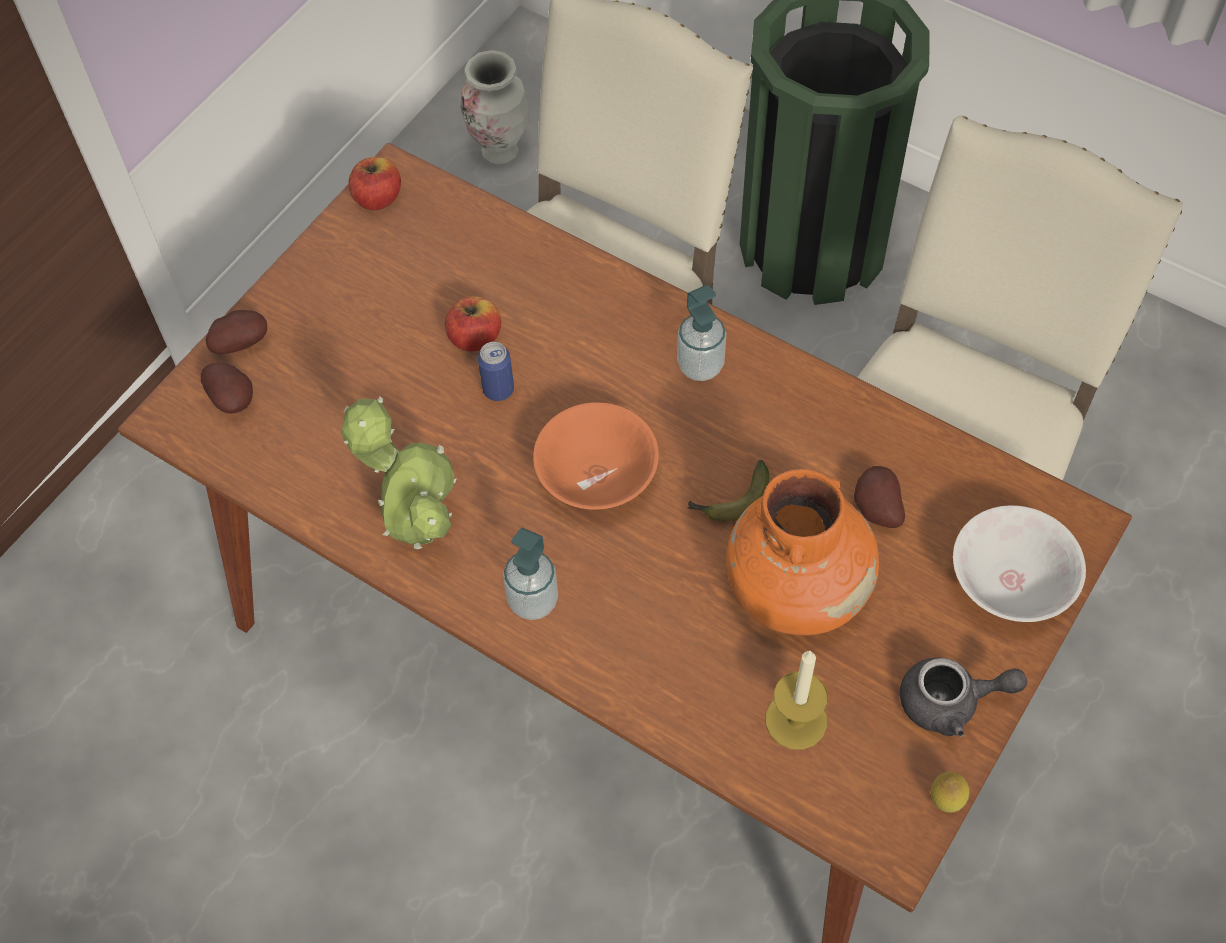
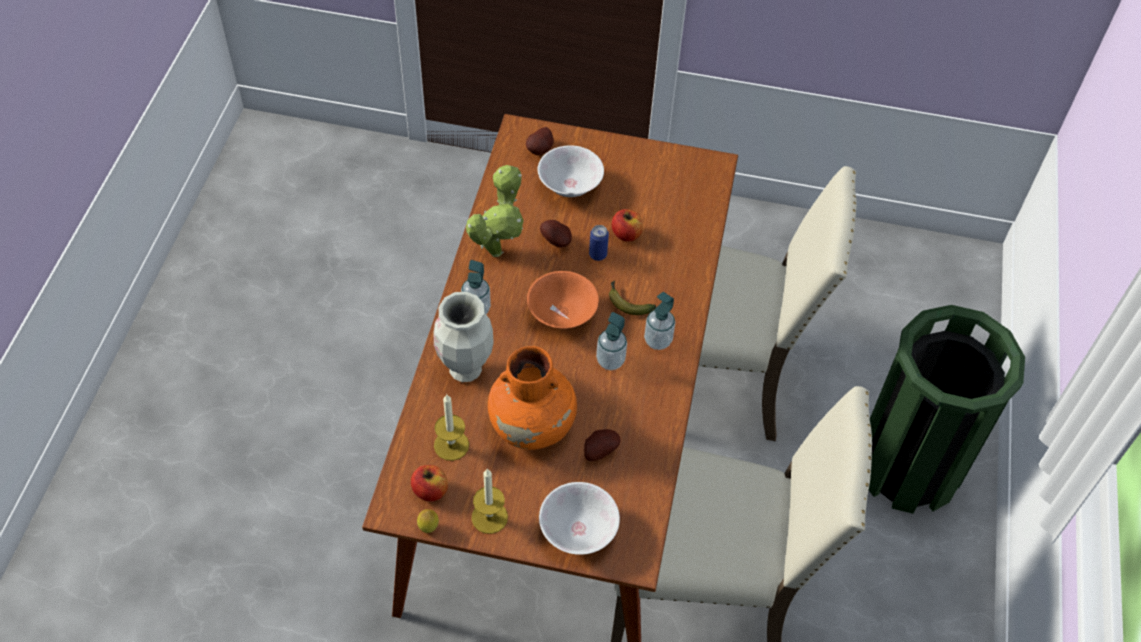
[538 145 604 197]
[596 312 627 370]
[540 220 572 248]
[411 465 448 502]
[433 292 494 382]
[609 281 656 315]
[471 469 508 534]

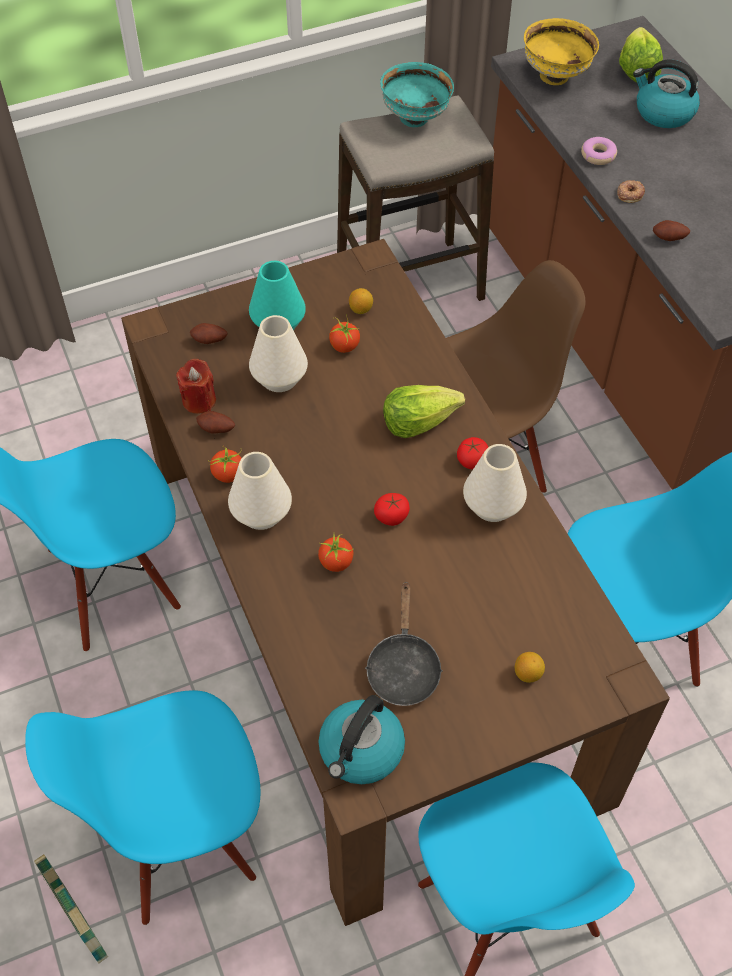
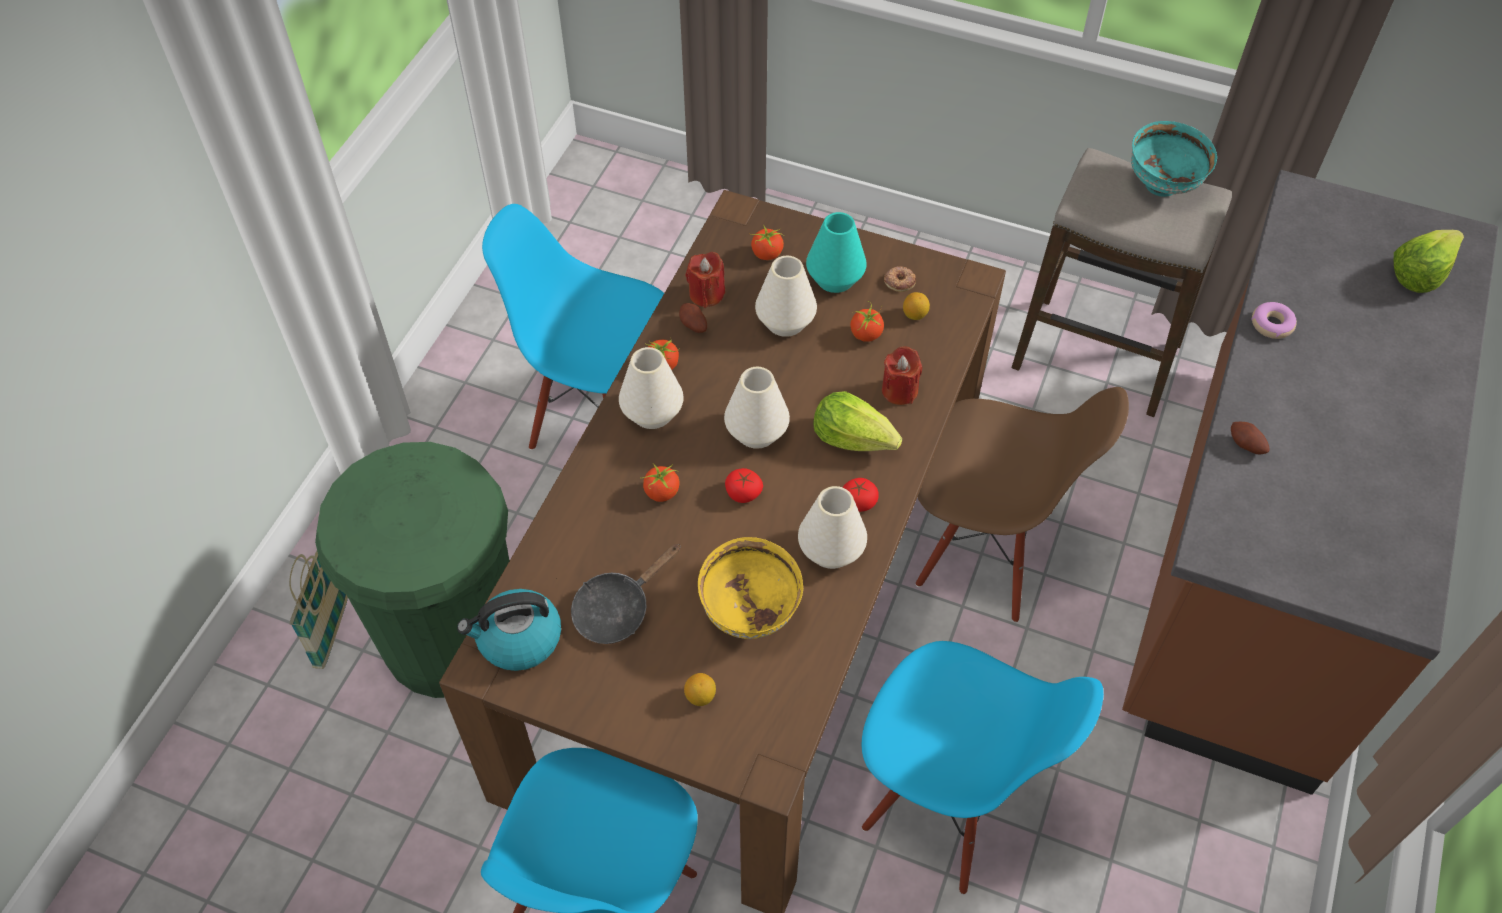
[633 59 700 128] (first image)
[724 367 790 449]
[882 346 922 405]
[698 537 803 639]
[884 266 916 292]
[315 442 509 698]
[749 225 784 260]

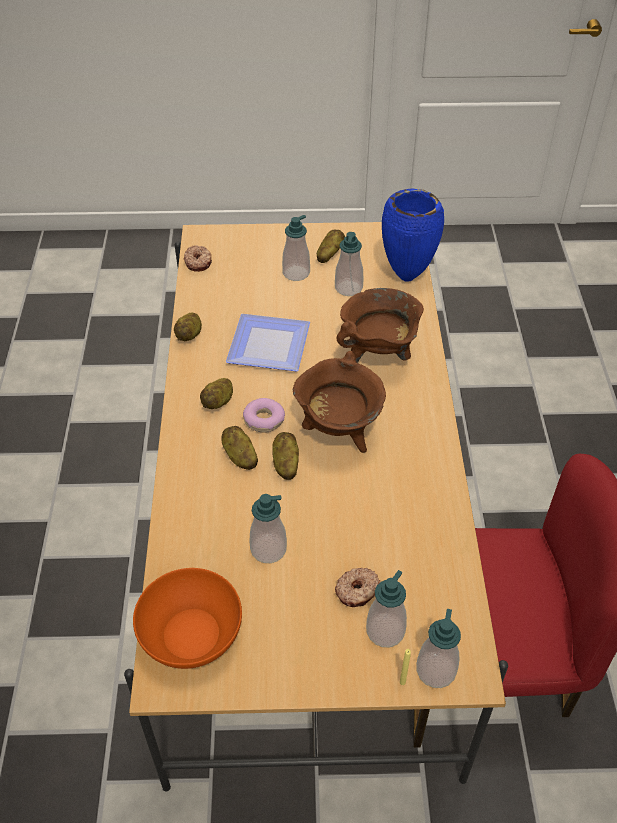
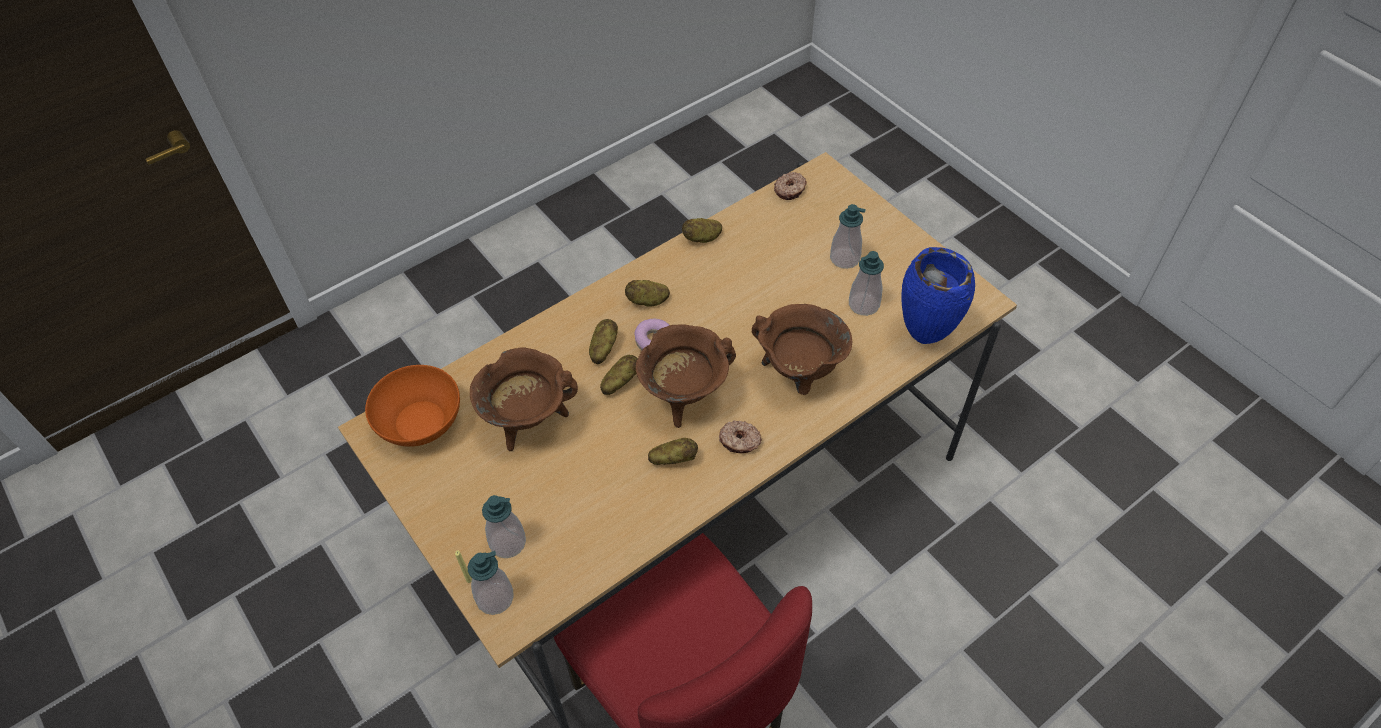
[226 314 310 371] (first image)
[648 438 698 465]
[719 420 762 453]
[470 347 578 451]

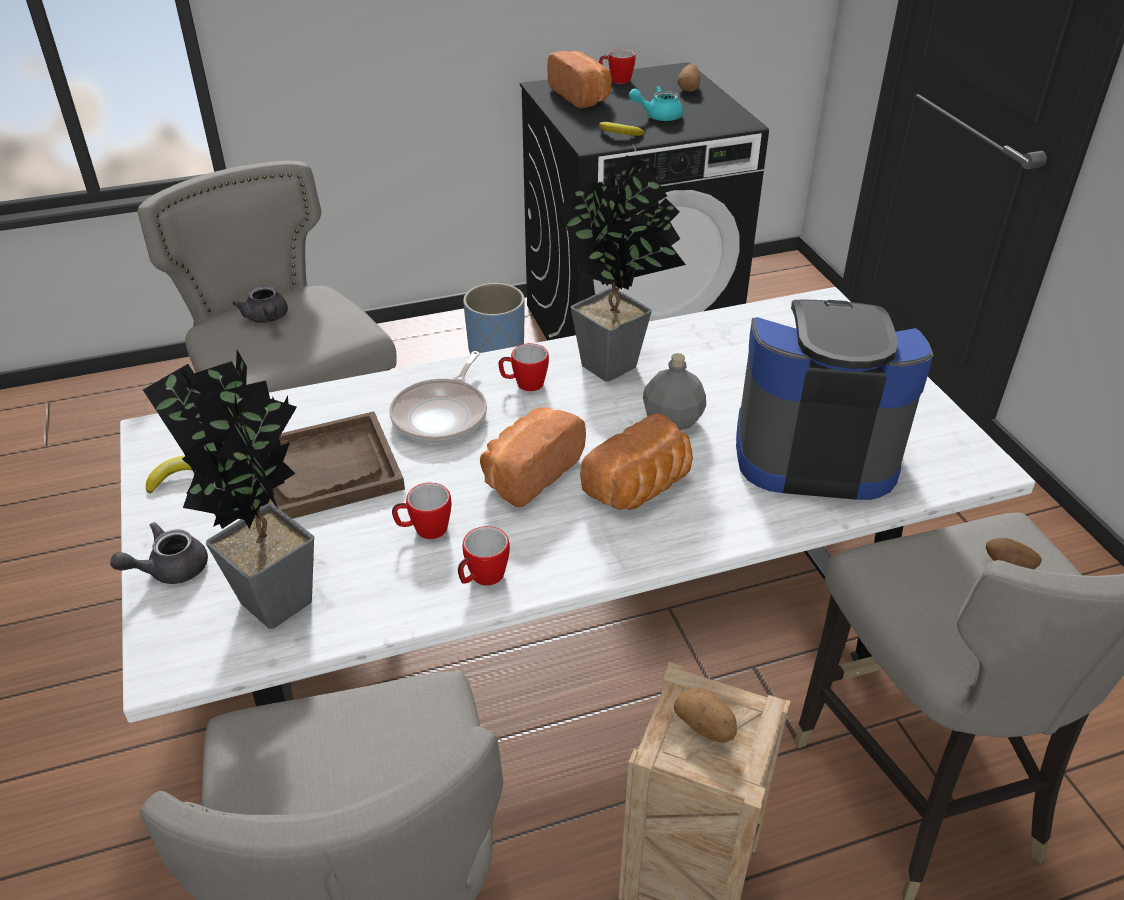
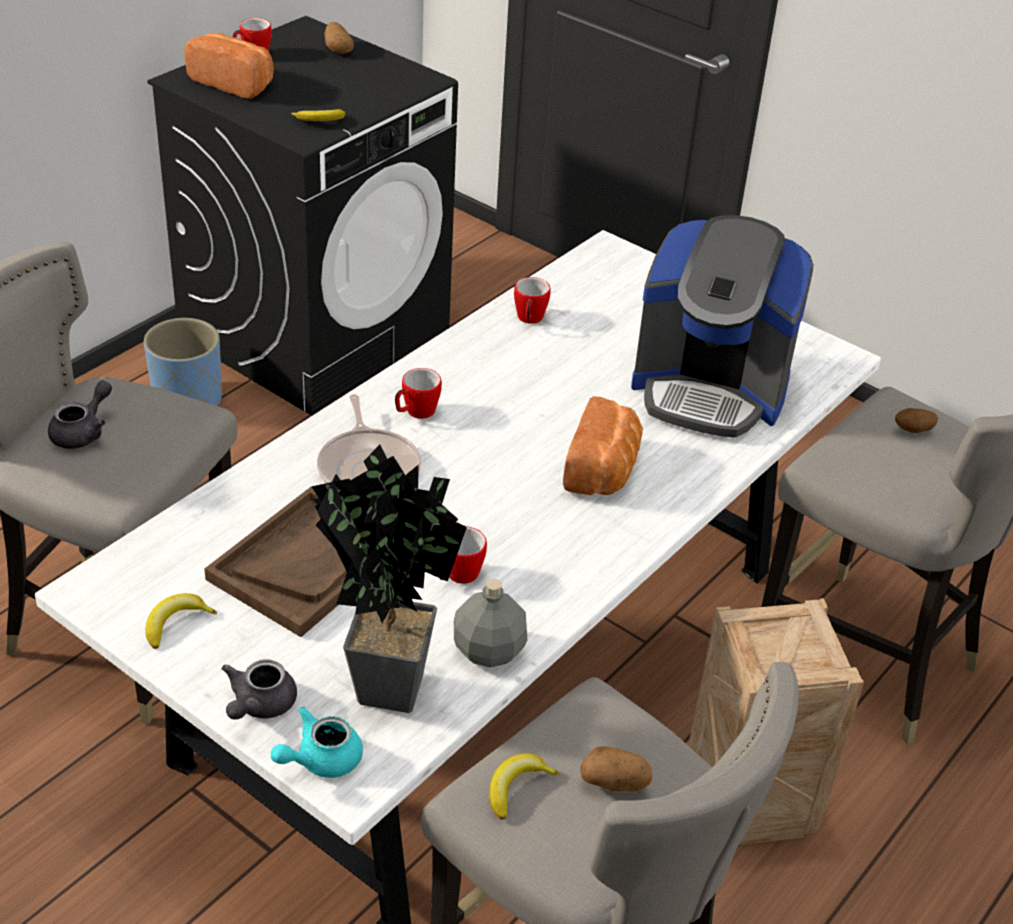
[480 407 586 507] (first image)
[560 155 686 382] (first image)
[489 753 560 820]
[514 277 551 324]
[271 706 363 778]
[454 579 527 667]
[580 746 652 792]
[48 381 112 449]
[631 215 814 438]

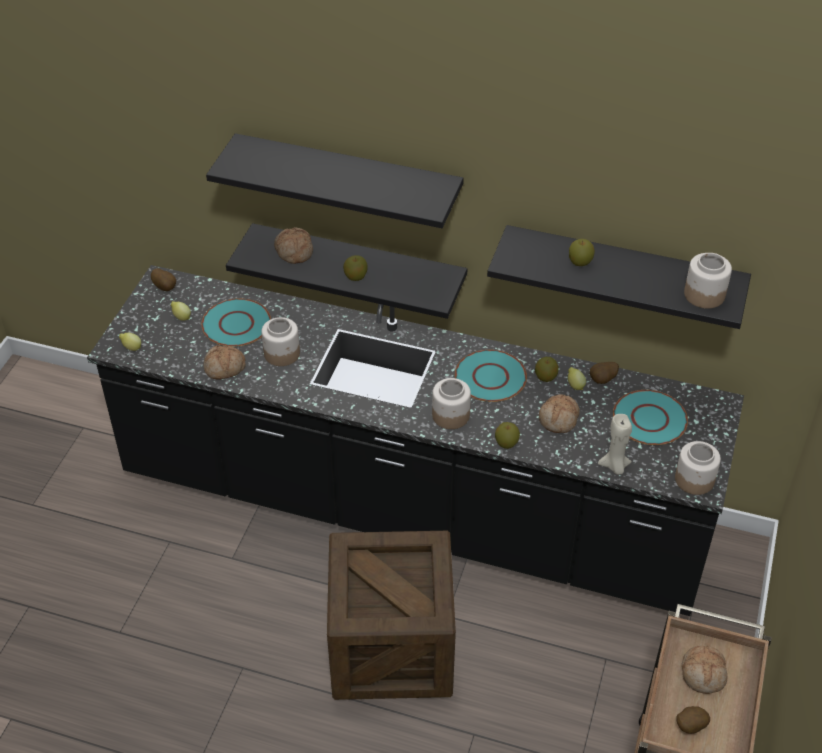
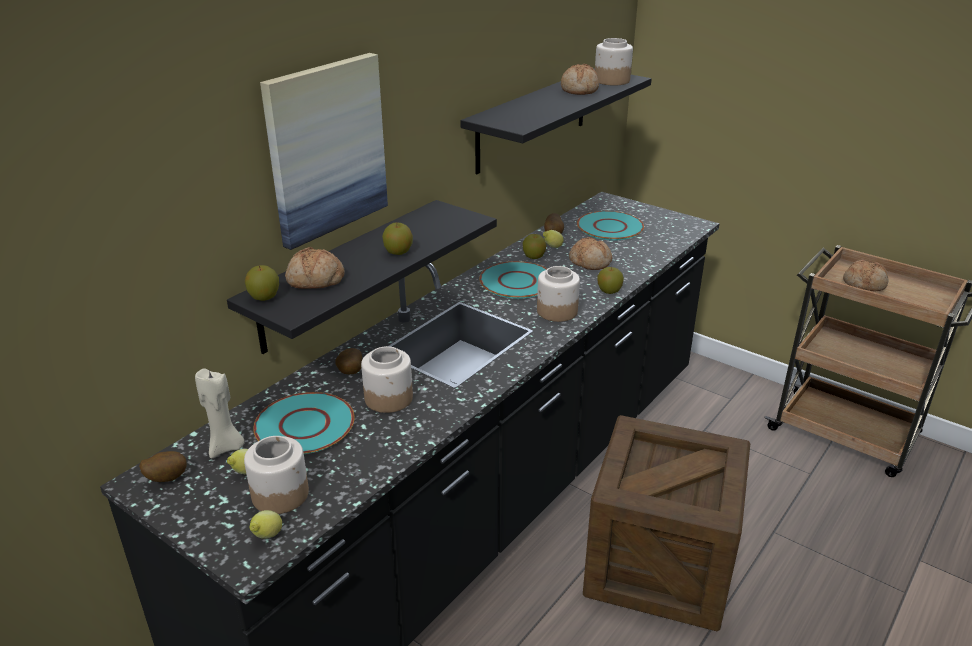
[561 64 599 95]
[245 265 279 301]
[195 368 245 458]
[244 436 309 514]
[336 348 362 374]
[260 53 388 250]

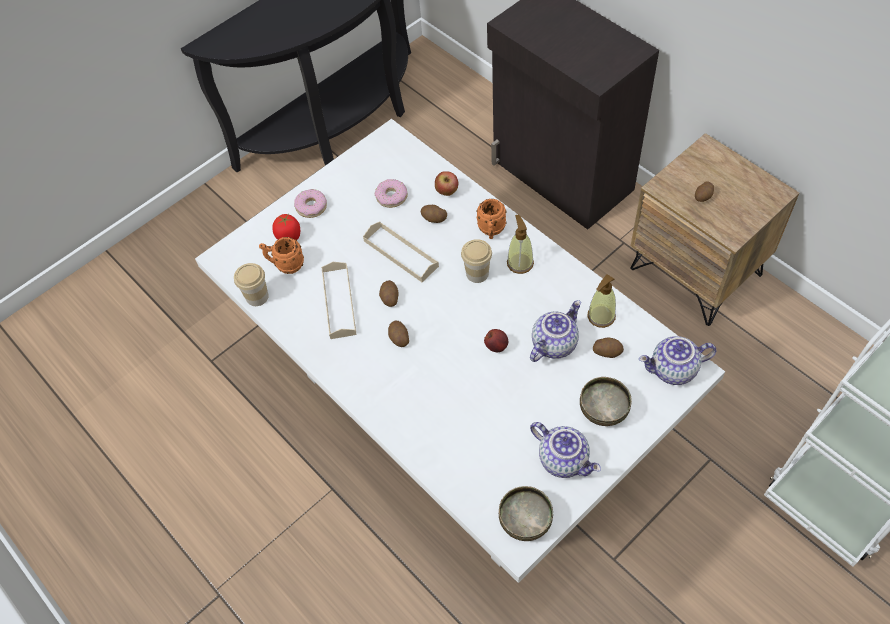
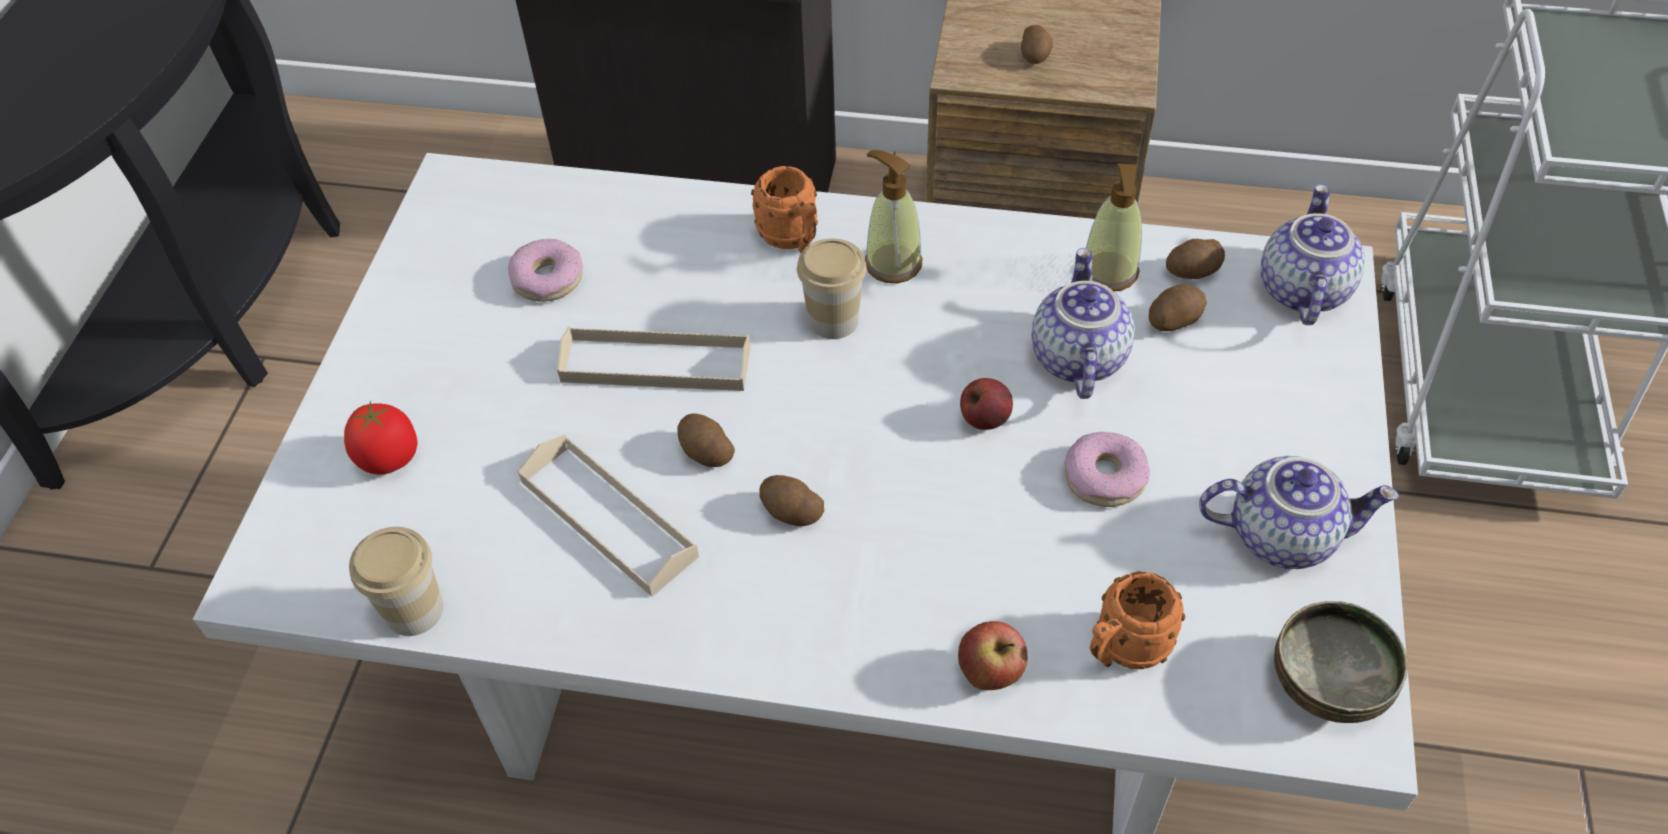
[580 377 632 426] (first image)
[1090 571 1185 669]
[1064 432 1150 507]
[1166 239 1225 279]
[958 621 1028 690]
[1261 184 1365 325]

